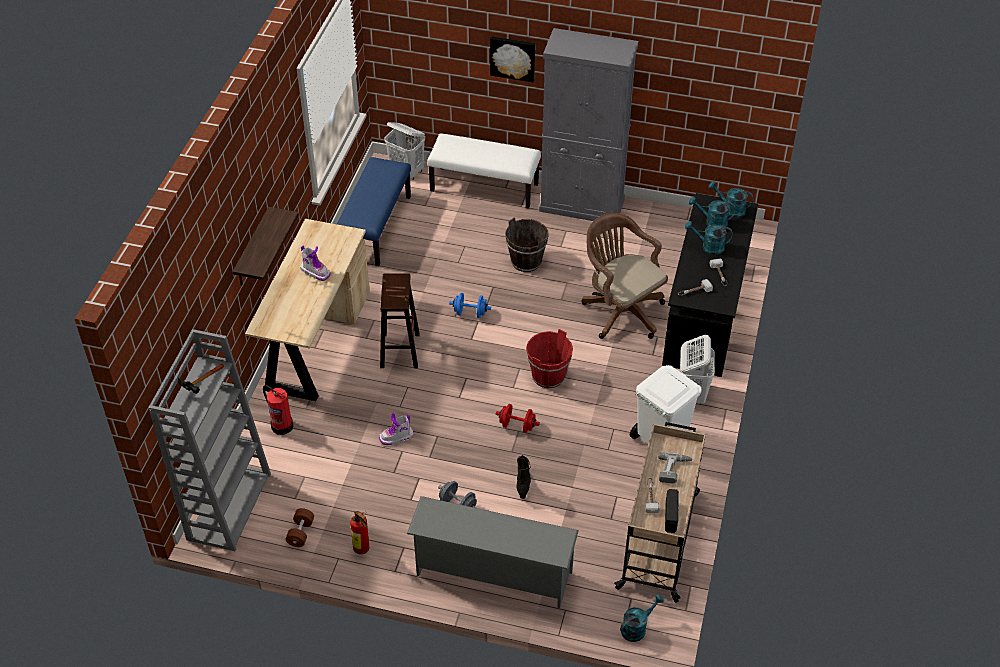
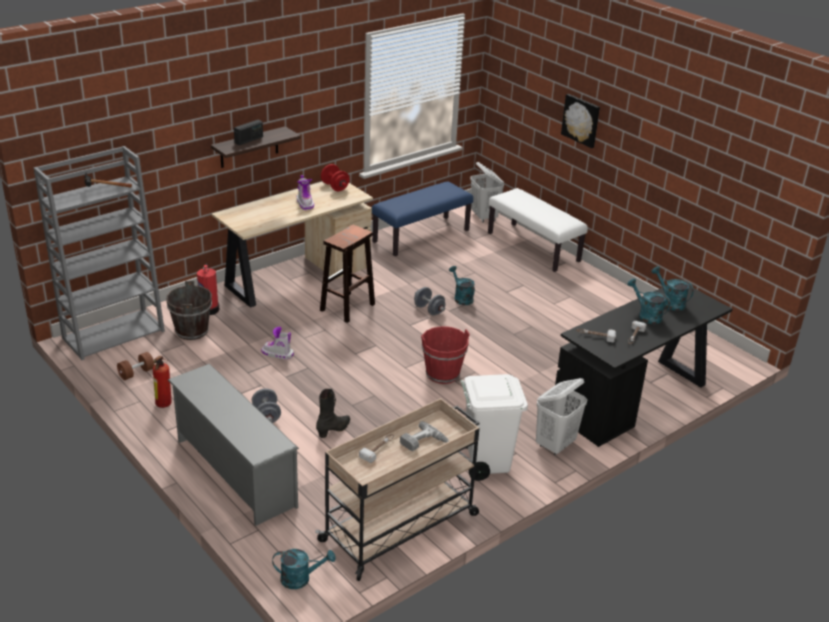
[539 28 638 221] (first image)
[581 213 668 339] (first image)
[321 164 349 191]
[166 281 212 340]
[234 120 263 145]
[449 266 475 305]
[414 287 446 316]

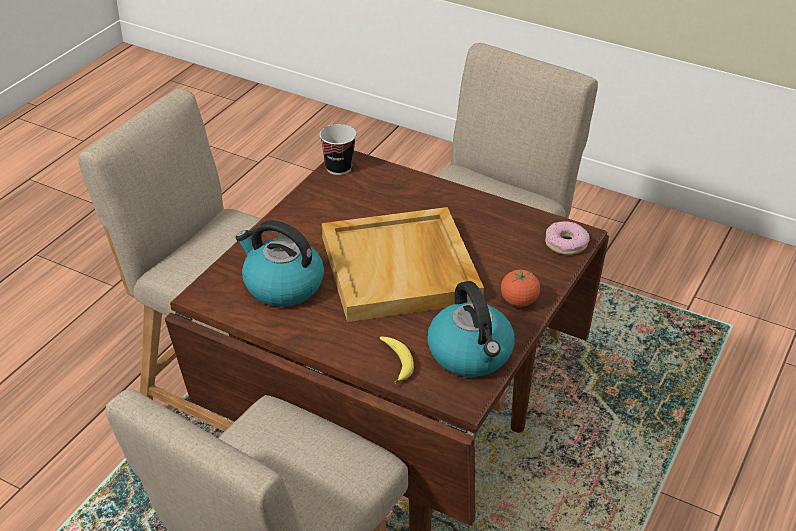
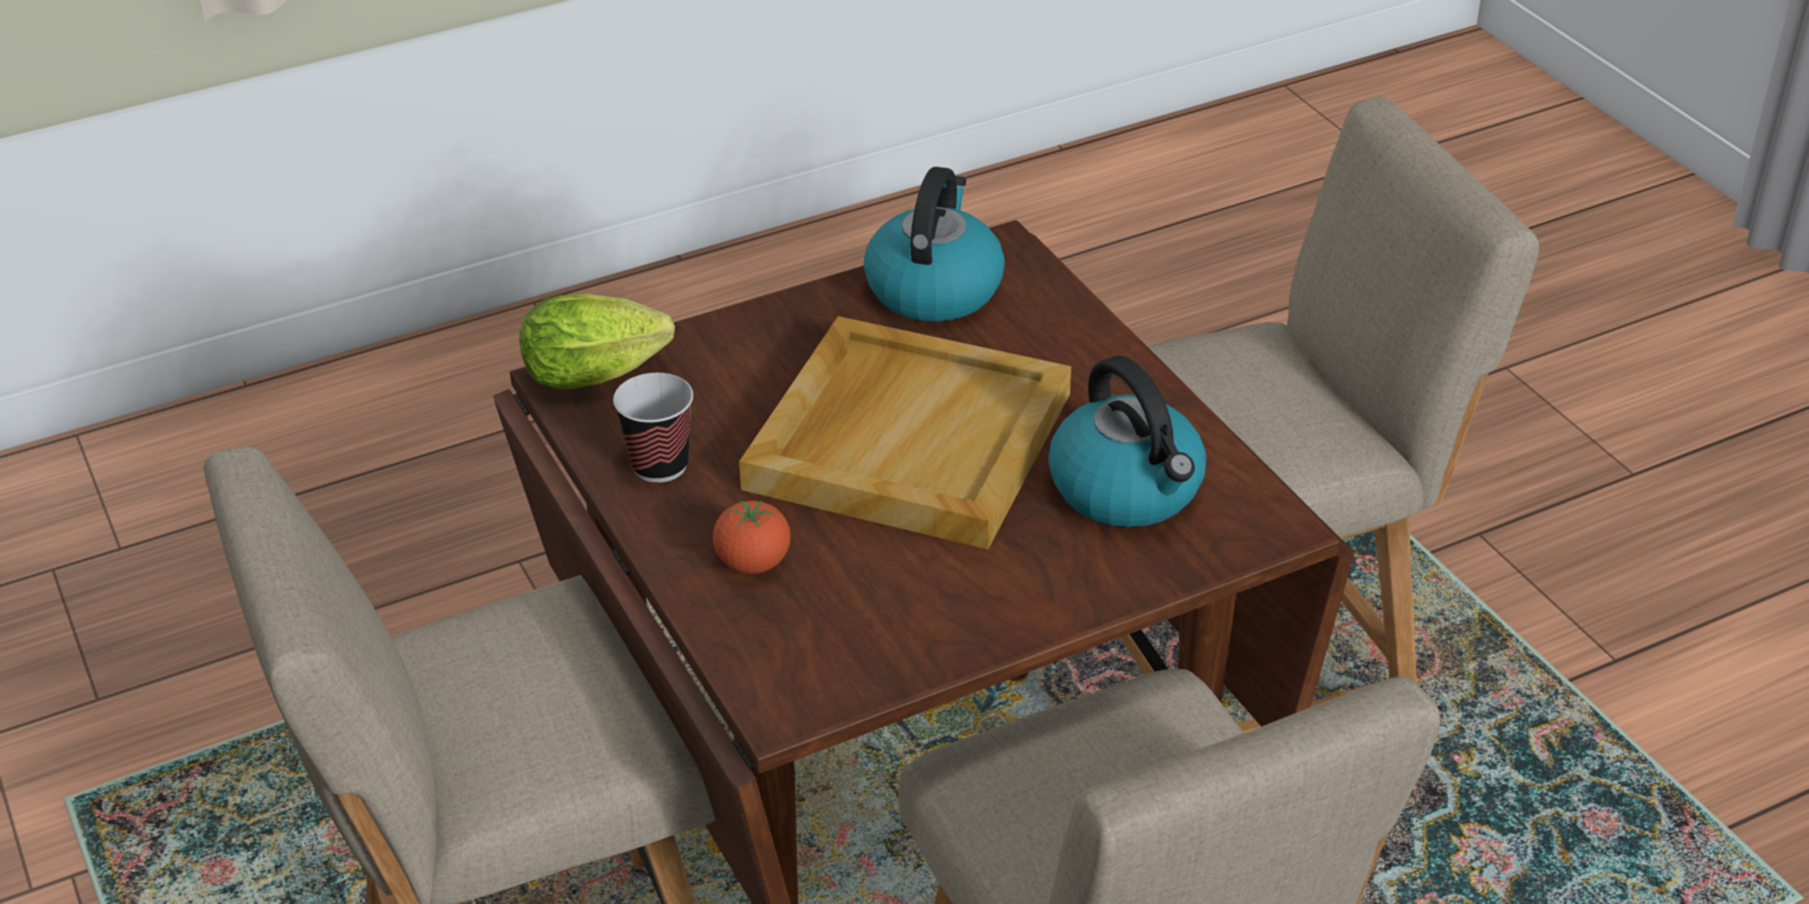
[380 337 414 383] (first image)
[613 373 693 483]
[713 500 790 574]
[519 293 675 390]

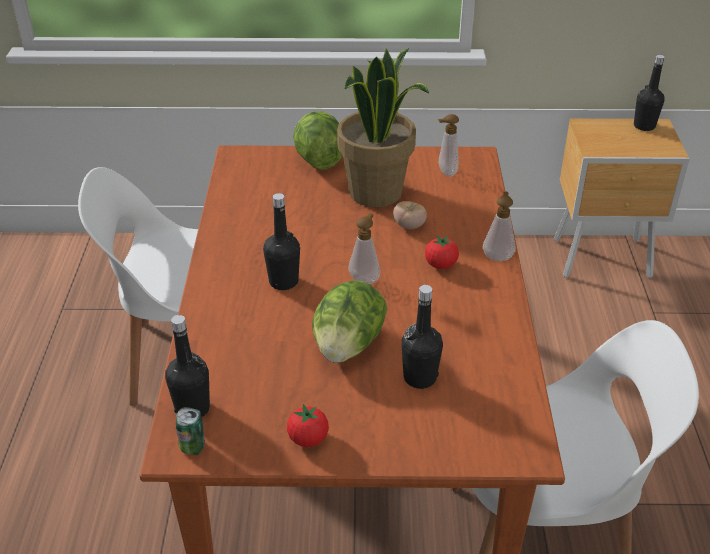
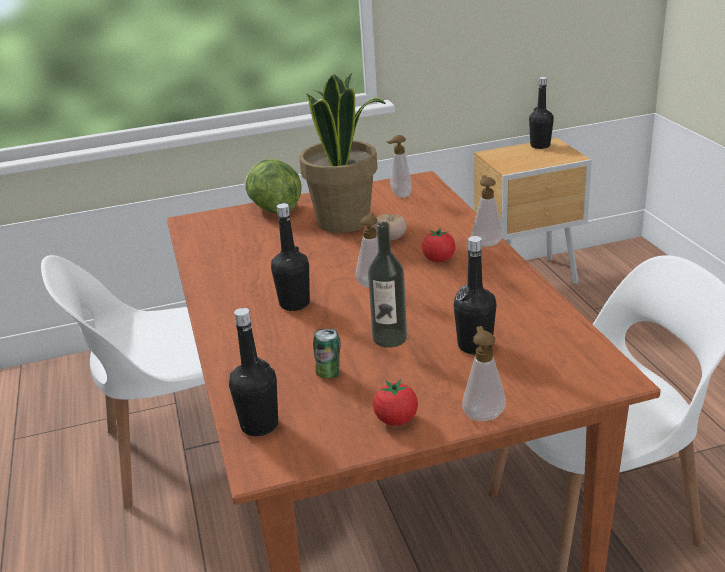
[462 326 506 421]
[313 329 341 379]
[368 222 407 348]

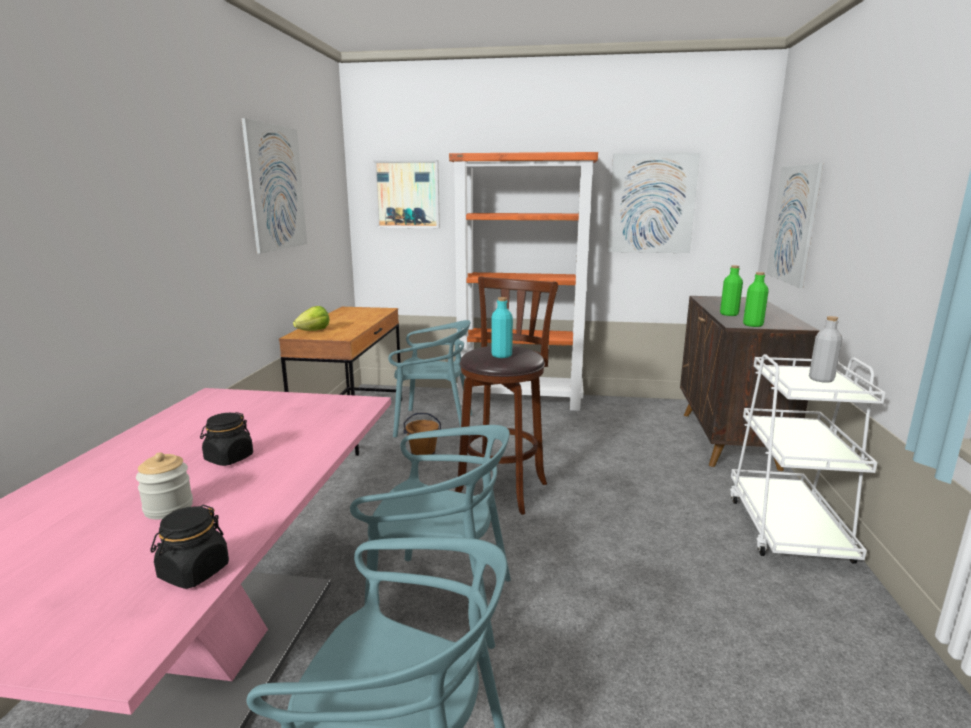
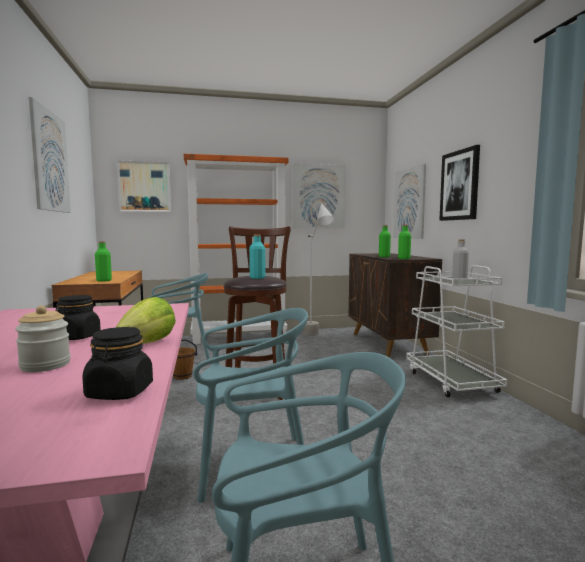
[95 241 112 282]
[302 203 335 336]
[439 145 480 221]
[115 297 176 344]

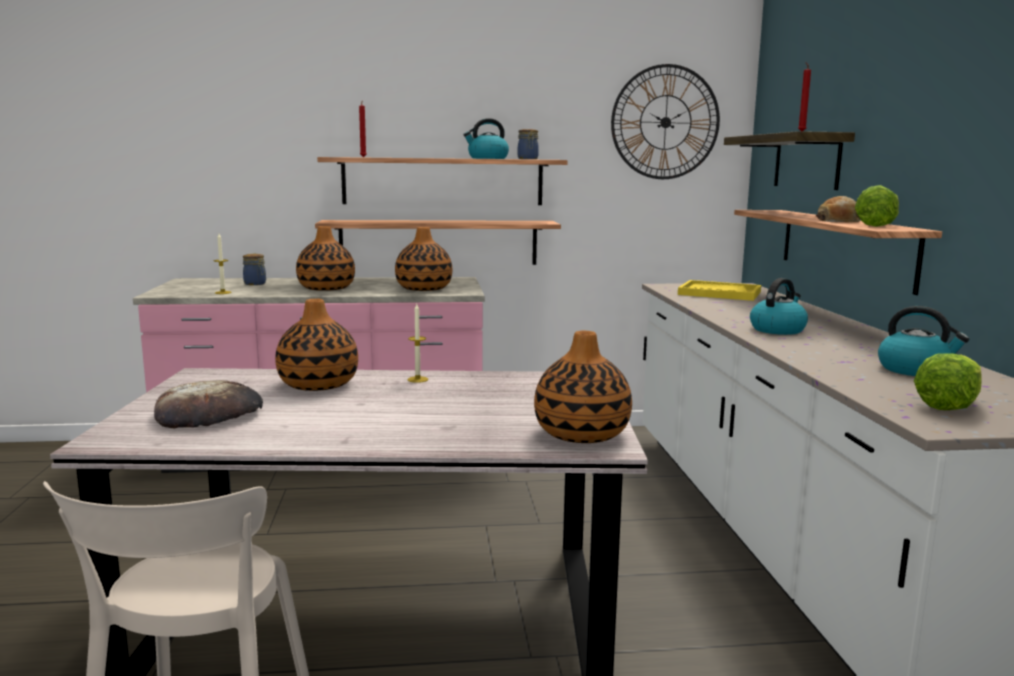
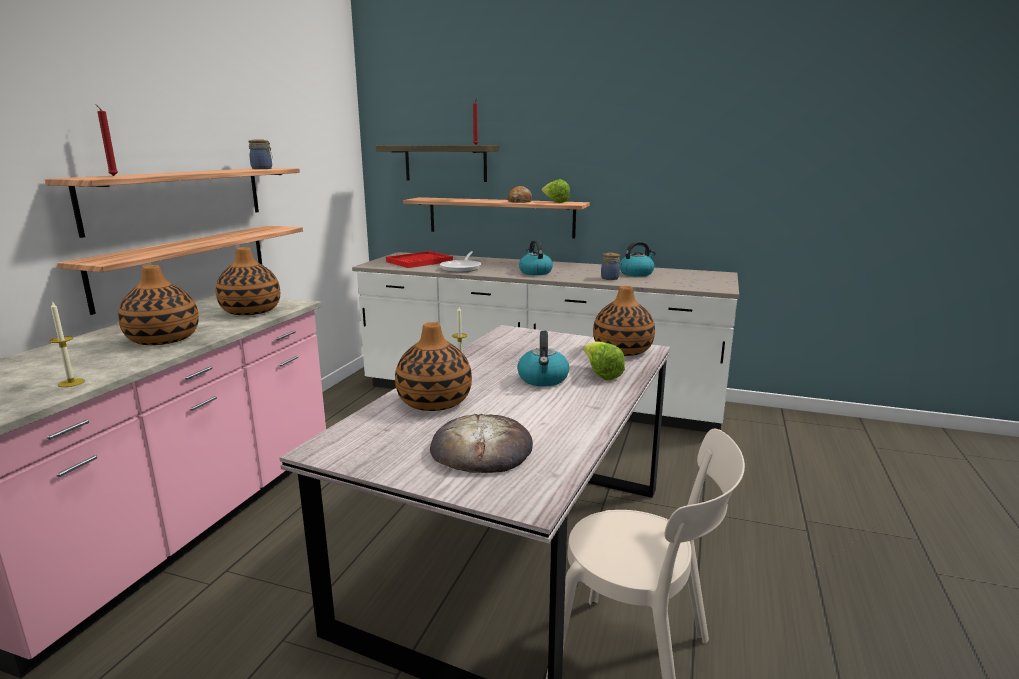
[611 64 720 179] (first image)
[440 251 481 272]
[601 253 620 280]
[517 331 569 386]
[583 341 625 380]
[386 251 453 268]

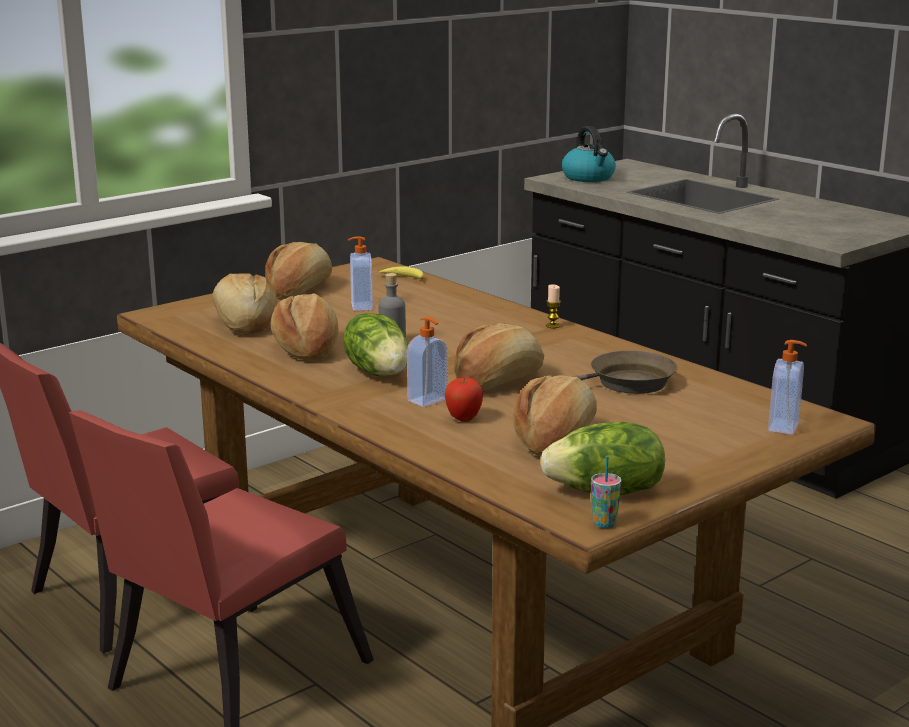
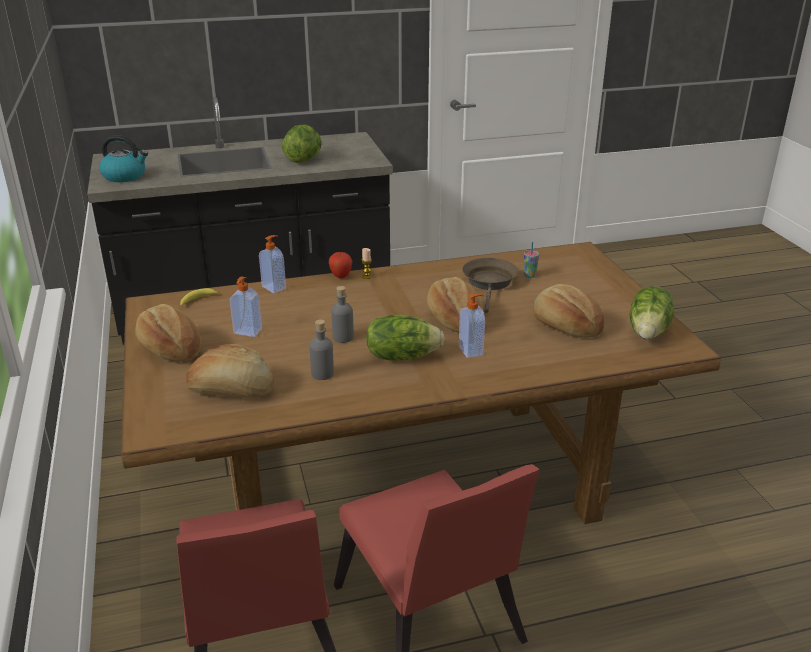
[282 124 322 163]
[329 252 352 278]
[524 242 539 278]
[259 235 286 293]
[310 319 334 380]

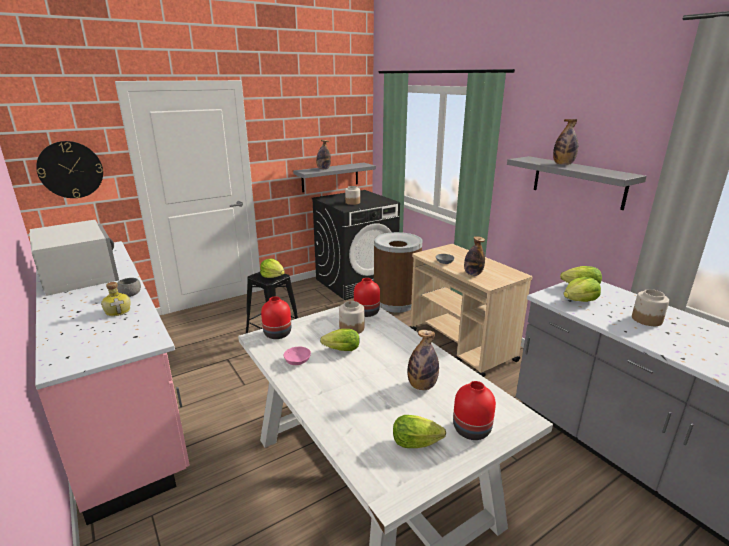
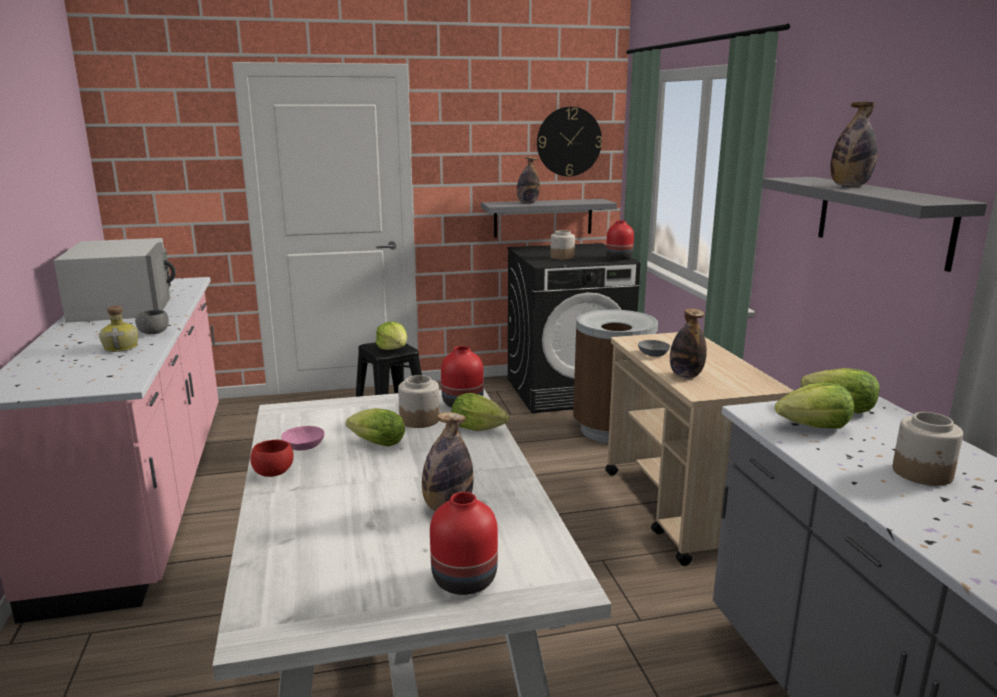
[251 440 293 477]
[537 107 602 176]
[606 220 634 260]
[451 393 509 431]

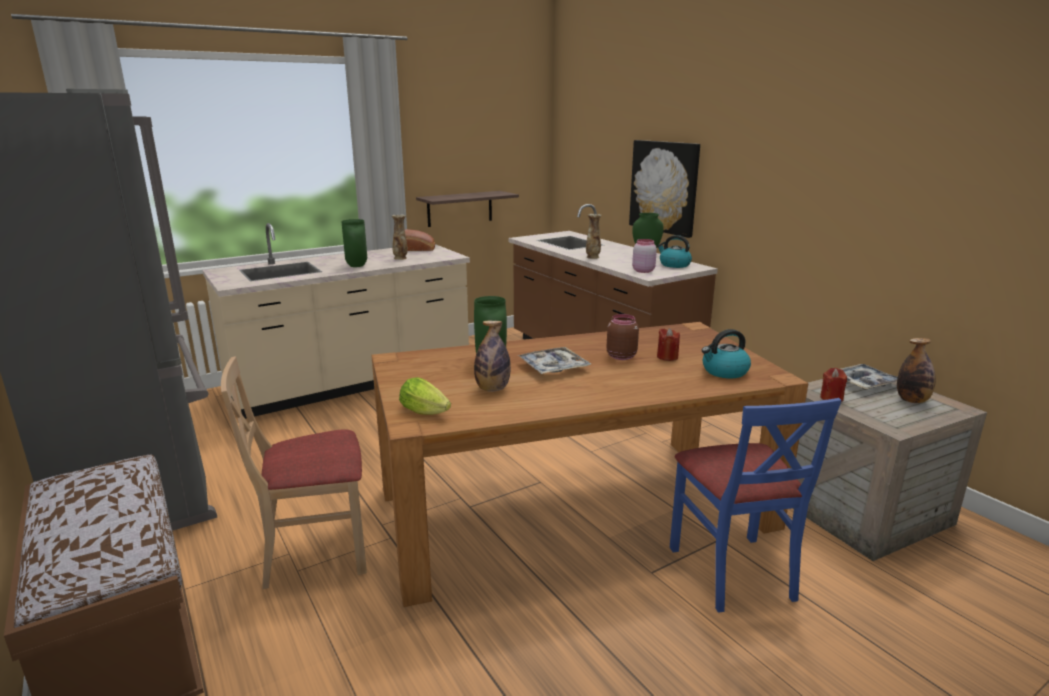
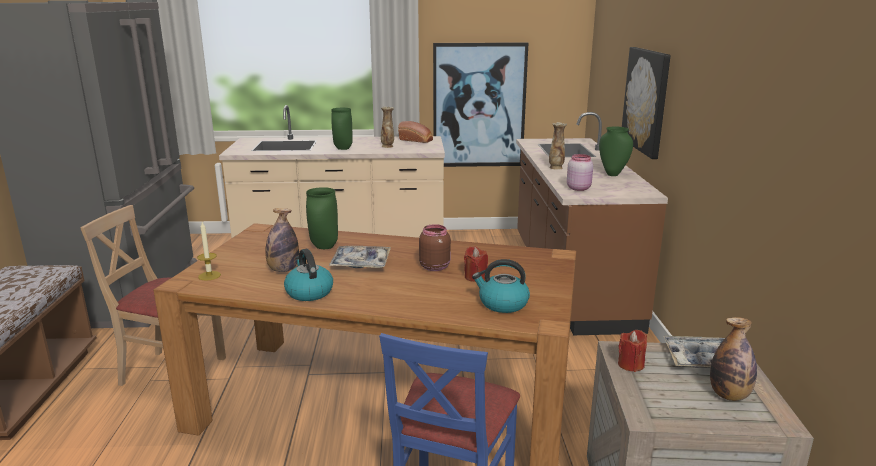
[284 249 333 301]
[197 222 221 281]
[433 43 528 167]

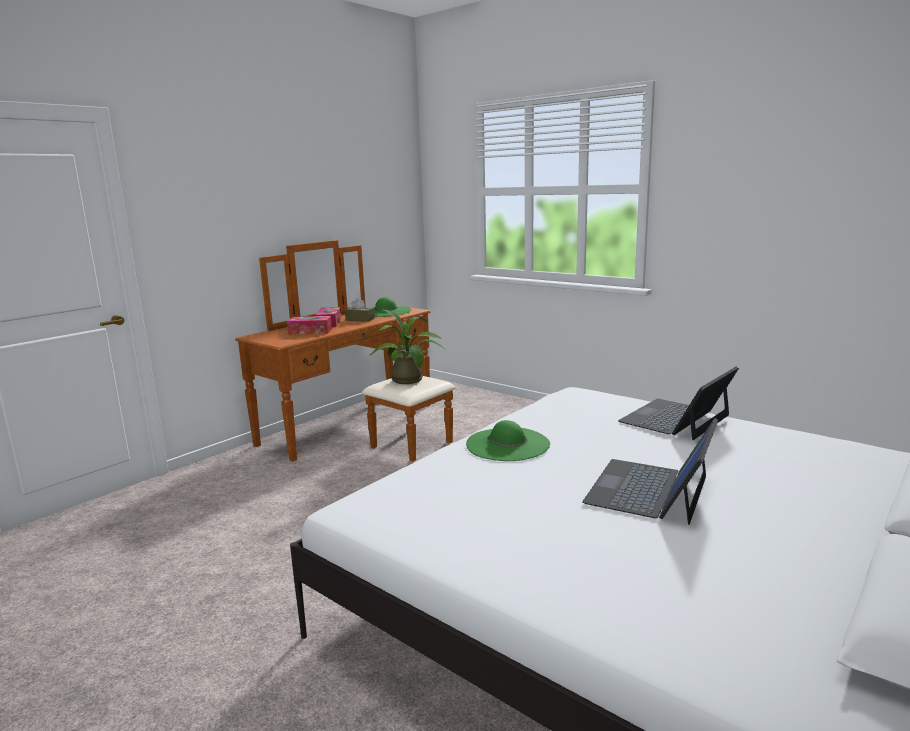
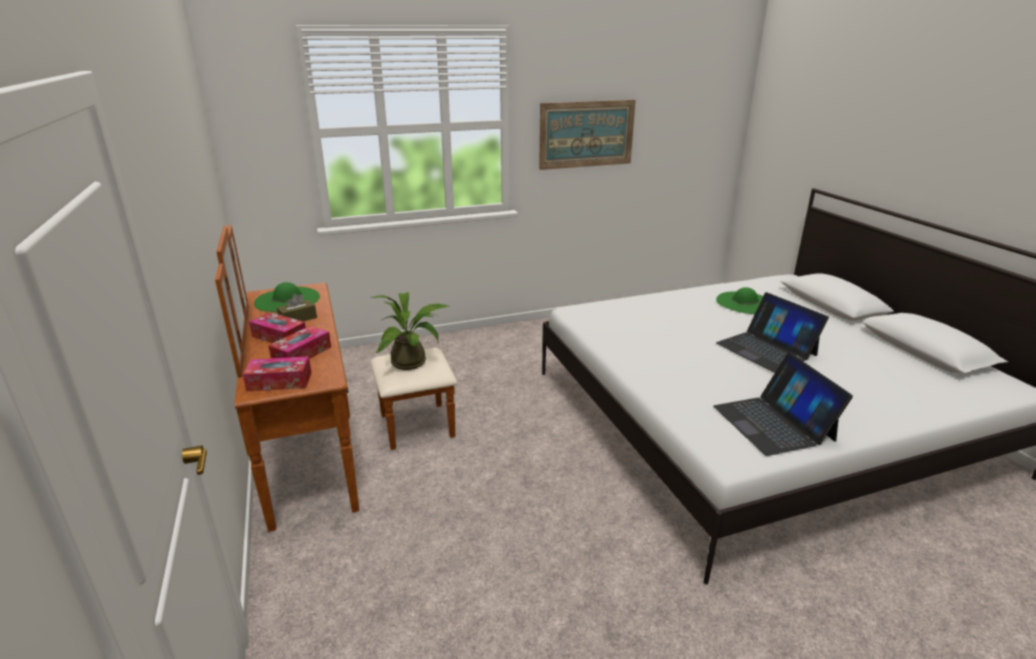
[243 356 312 392]
[539 100 636 170]
[716 287 763 314]
[713 353 853 456]

